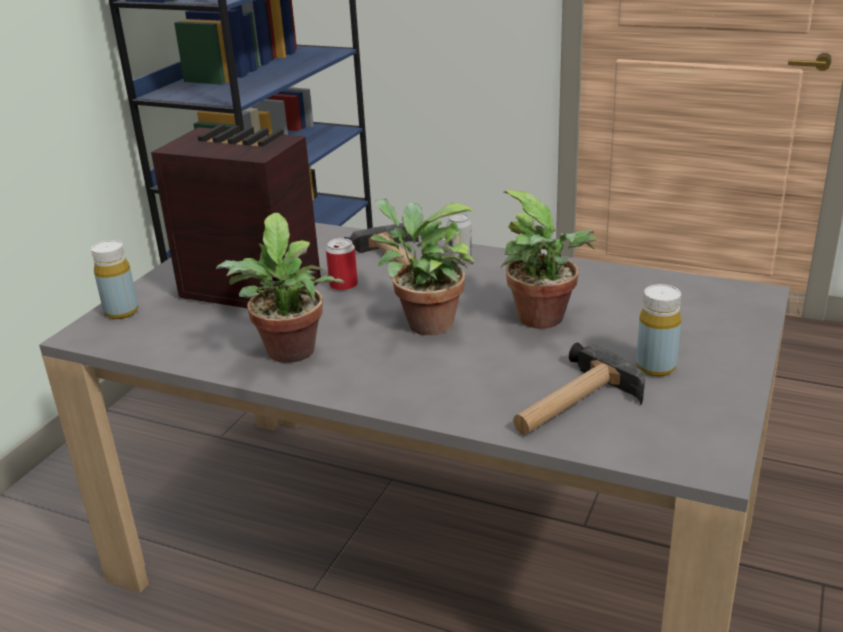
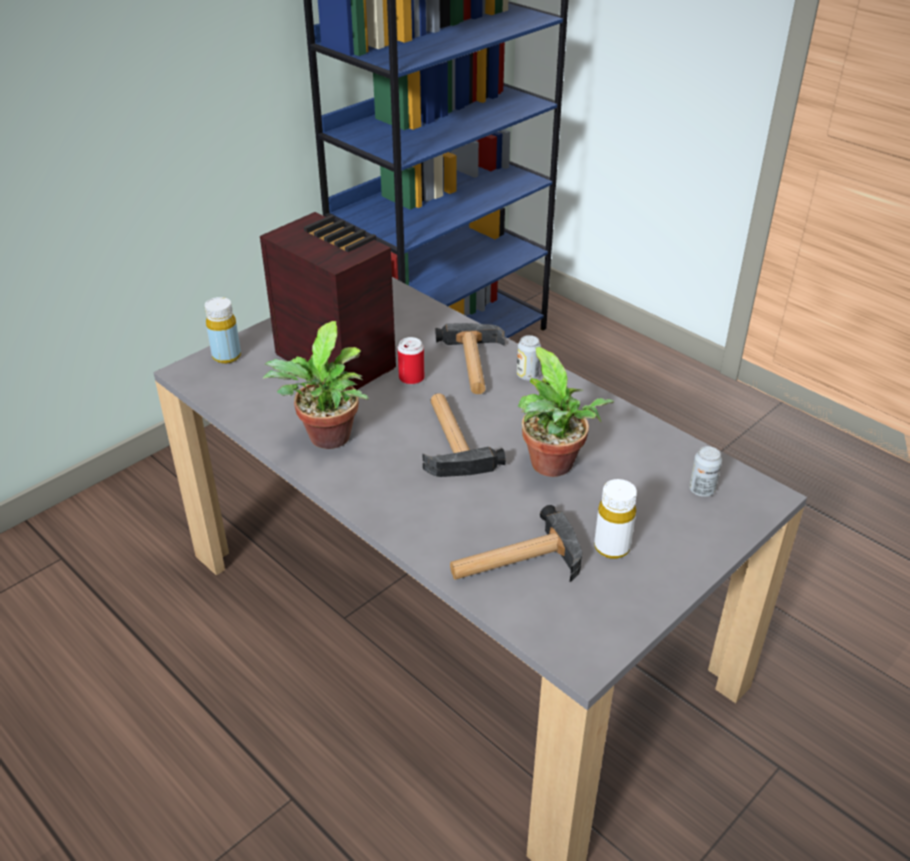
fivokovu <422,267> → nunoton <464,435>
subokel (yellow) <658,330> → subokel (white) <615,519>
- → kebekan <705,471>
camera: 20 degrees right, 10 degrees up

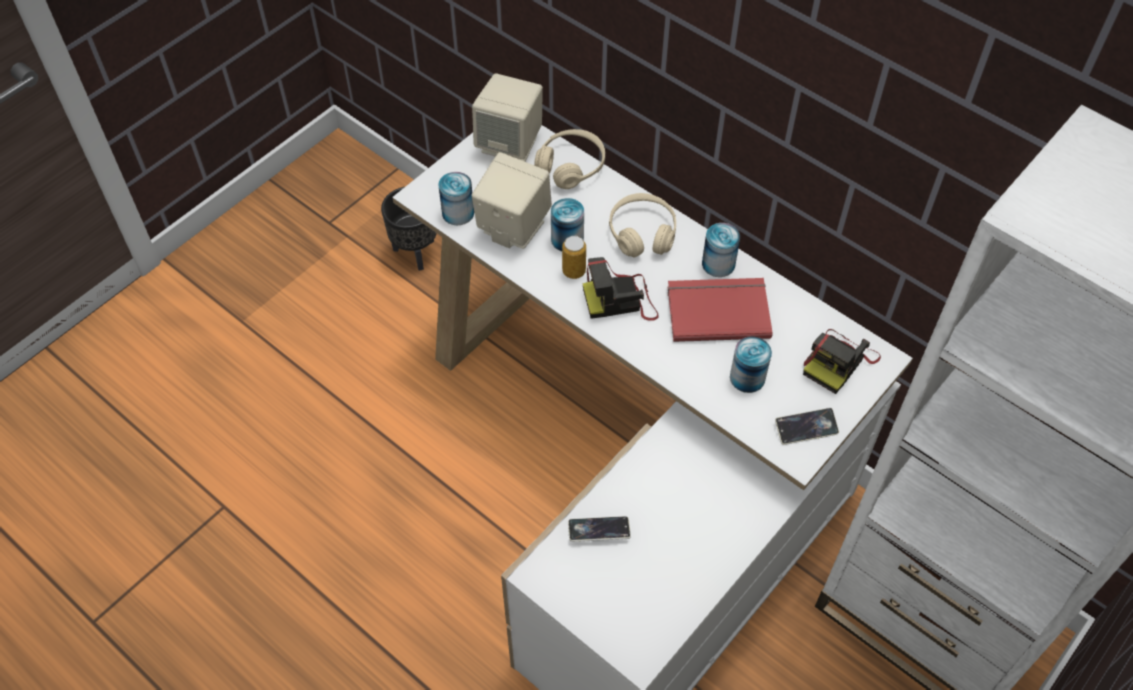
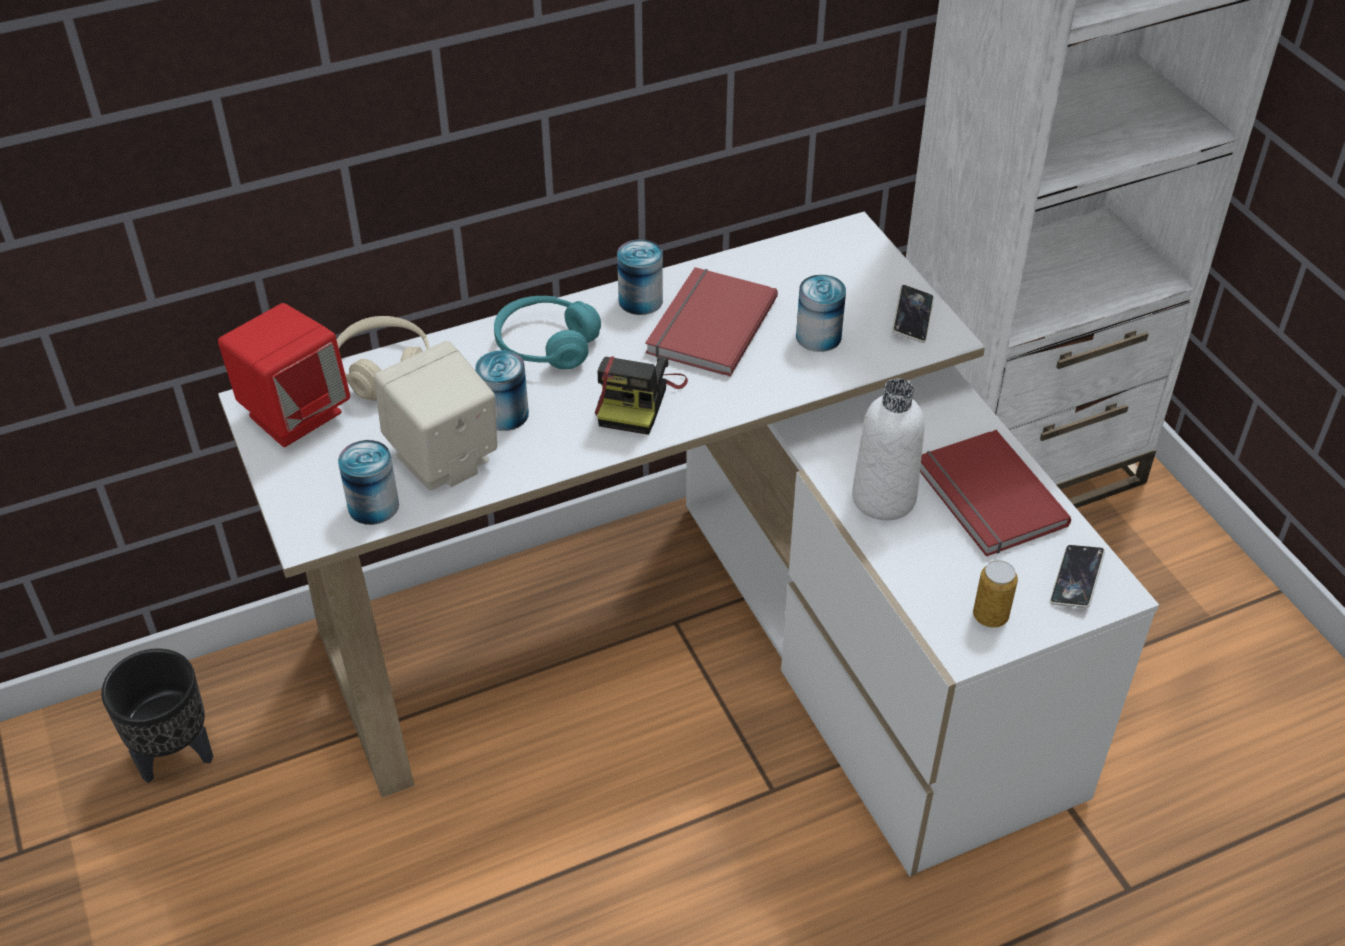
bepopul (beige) <507,117> → bepopul (red) <284,375>
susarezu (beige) <642,225> → susarezu (turquoise) <547,332>
- → subokel (white) <888,449>
- → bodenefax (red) <995,493>
kebekan <574,257> → kebekan <995,594>, moved
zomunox <599,529> → zomunox <1077,576>, moved
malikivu <842,361> → -
camera: 65 degrees left, 10 degrees down

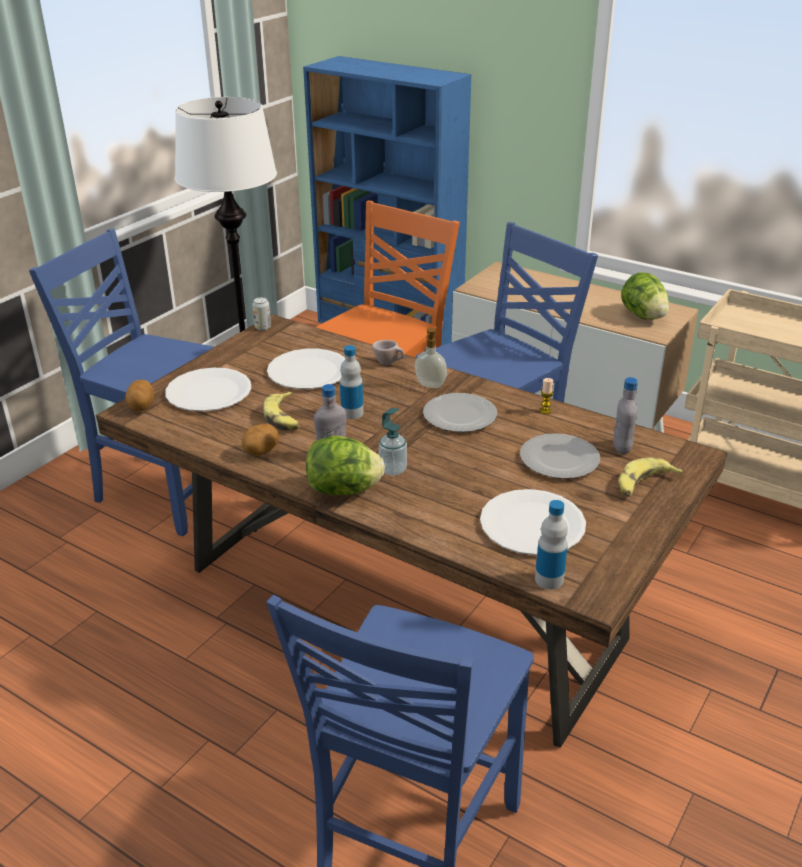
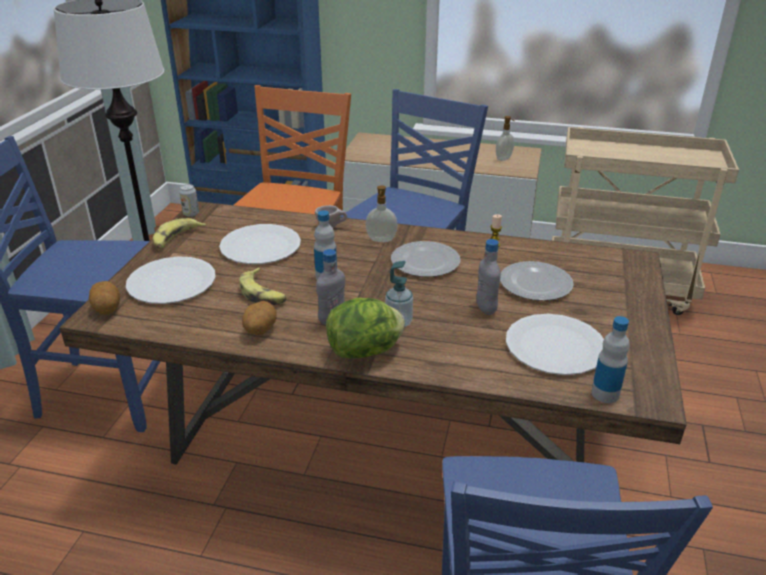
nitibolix <650,477> → nitibolix <179,233>, moved
subokel (grey) <625,415> → subokel (grey) <488,277>, moved
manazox <645,296> → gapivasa <505,138>
camera: 20 degrees left, 0 degrees up

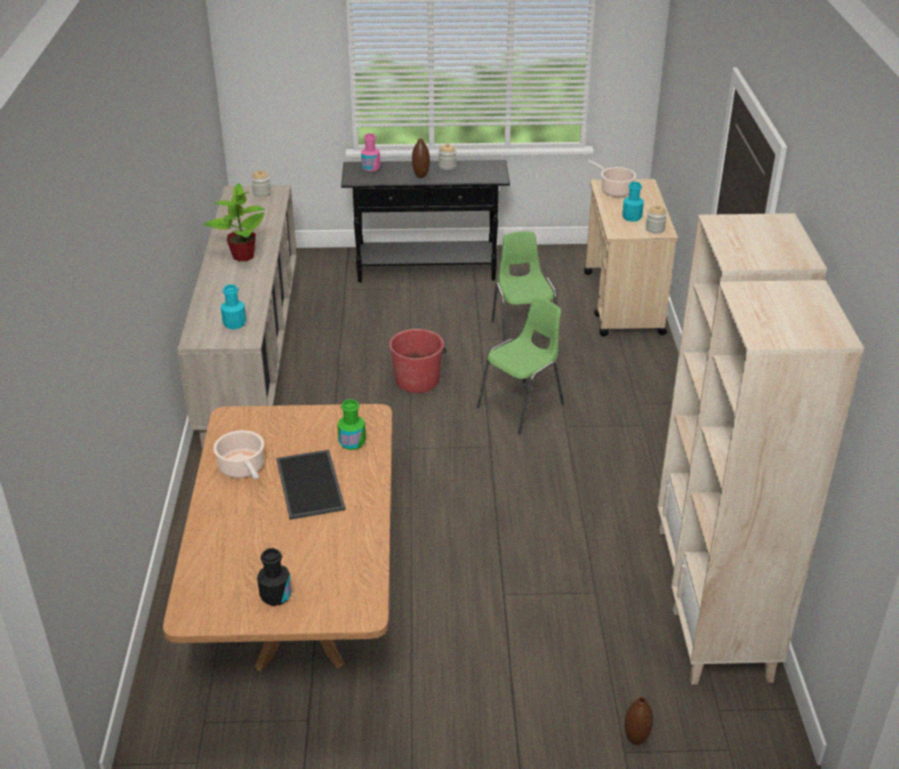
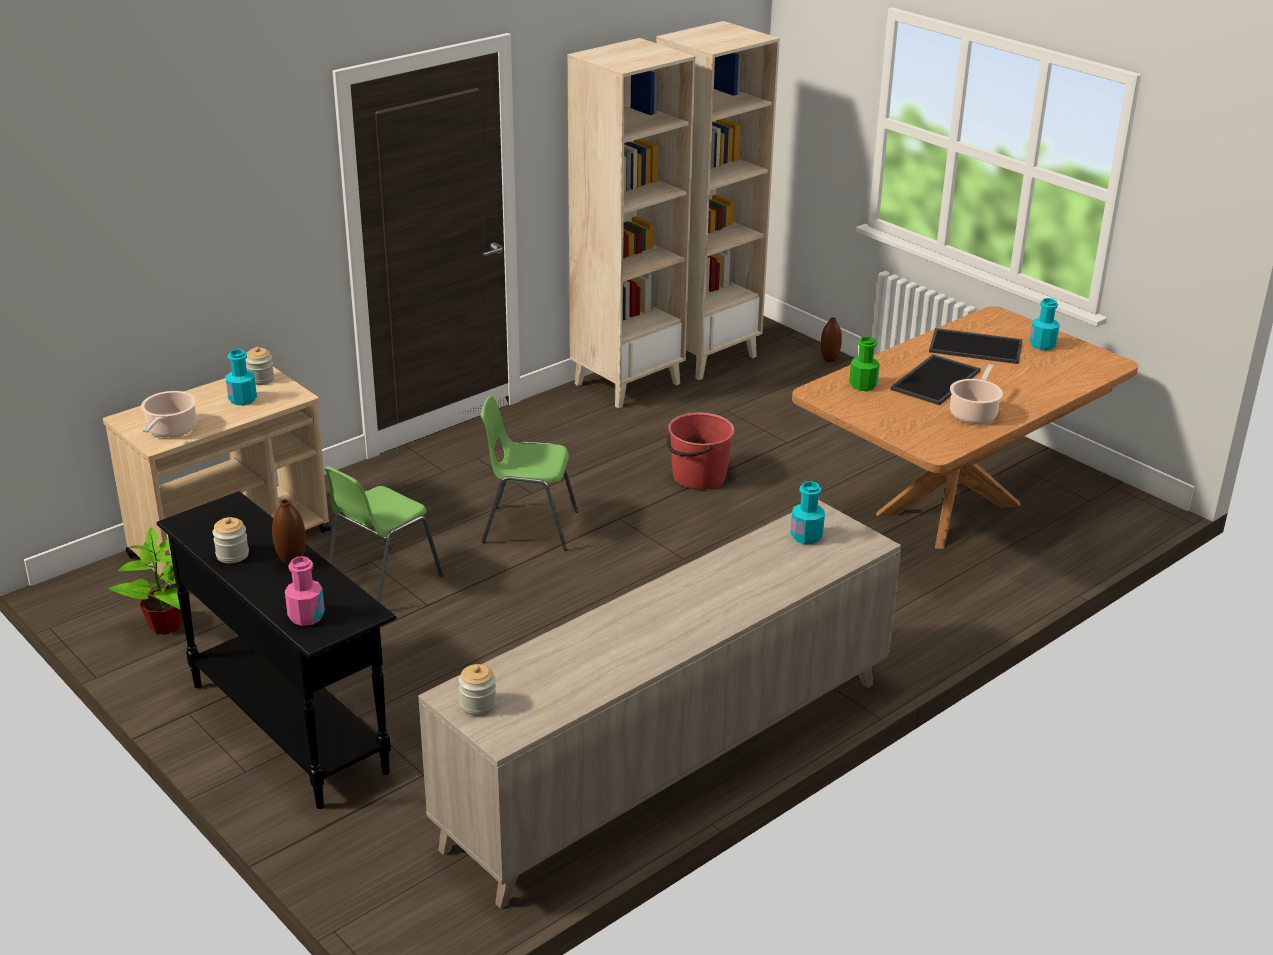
fivokovu <234,222> → fivokovu <145,580>, moved
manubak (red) <417,361> → manubak (red) <701,451>, moved
- → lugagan <975,346>
subokel (black) <274,577> → subokel (turquoise) <1044,324>
camera: 130 degrees left, 5 degrees down

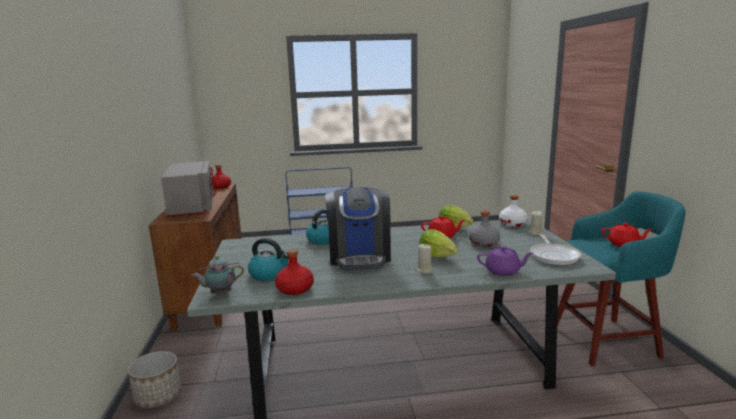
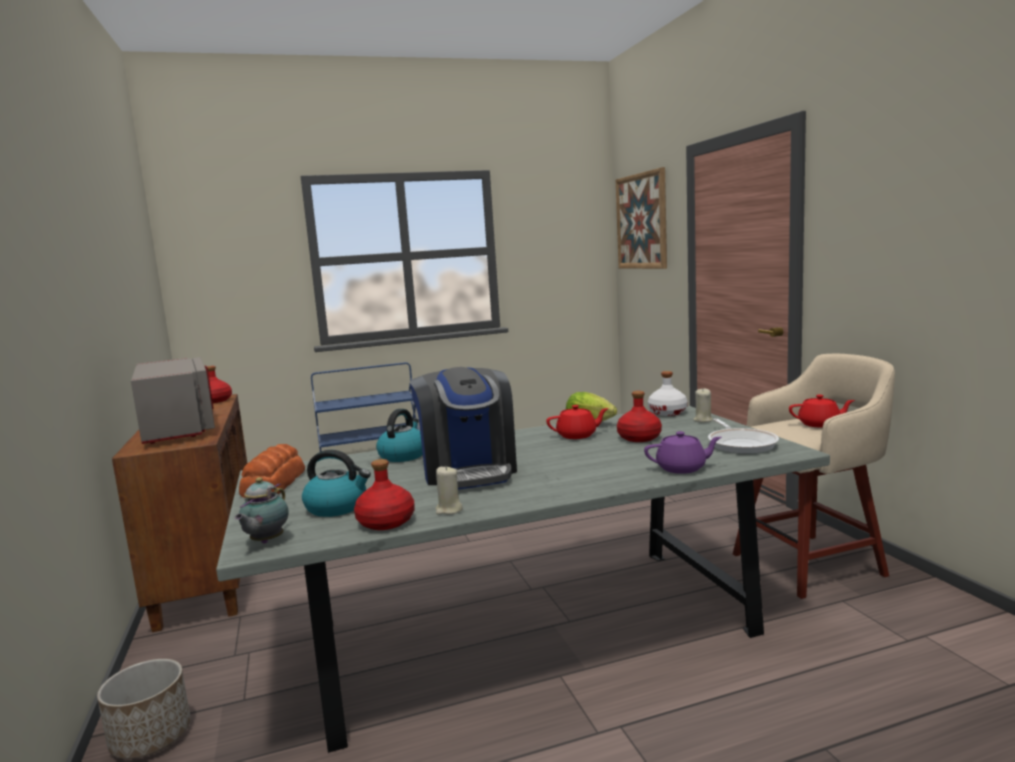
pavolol <217,275> → pavolol <261,510>, 45 degrees counterclockwise
- → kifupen <272,471>
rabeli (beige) <424,259> → rabeli (beige) <449,490>, moved
- → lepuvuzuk <641,218>
subokel (grey) <484,229> → subokel (red) <639,416>
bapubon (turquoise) <621,278> → bapubon (beige) <814,476>
manazox <438,243> → -
camera: 10 degrees left, 5 degrees down

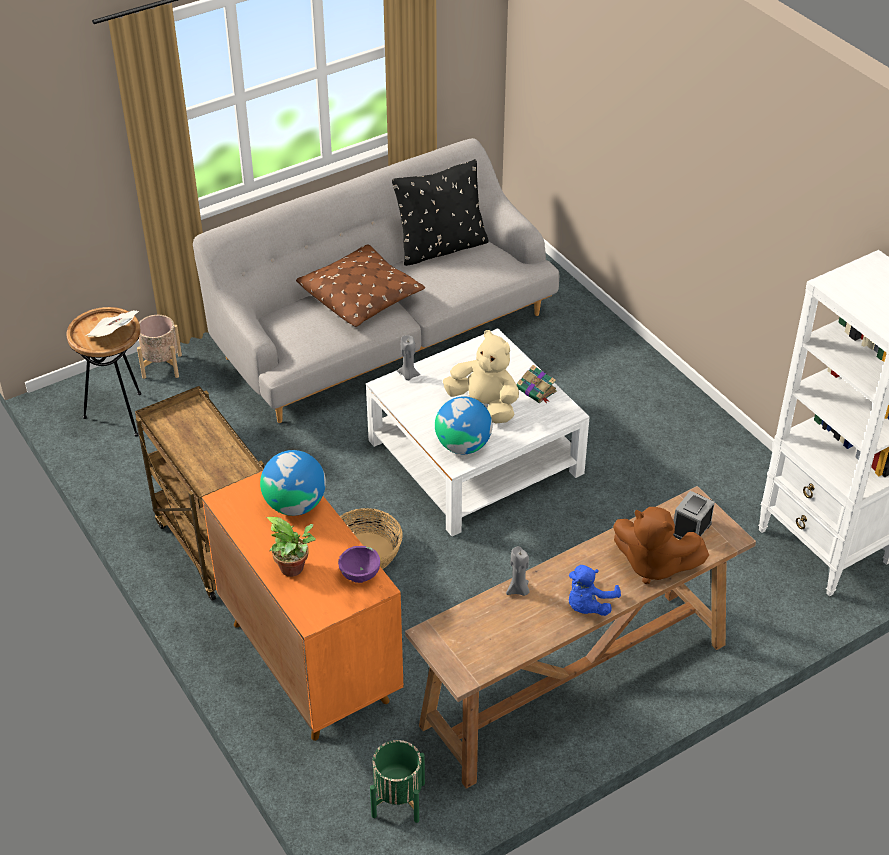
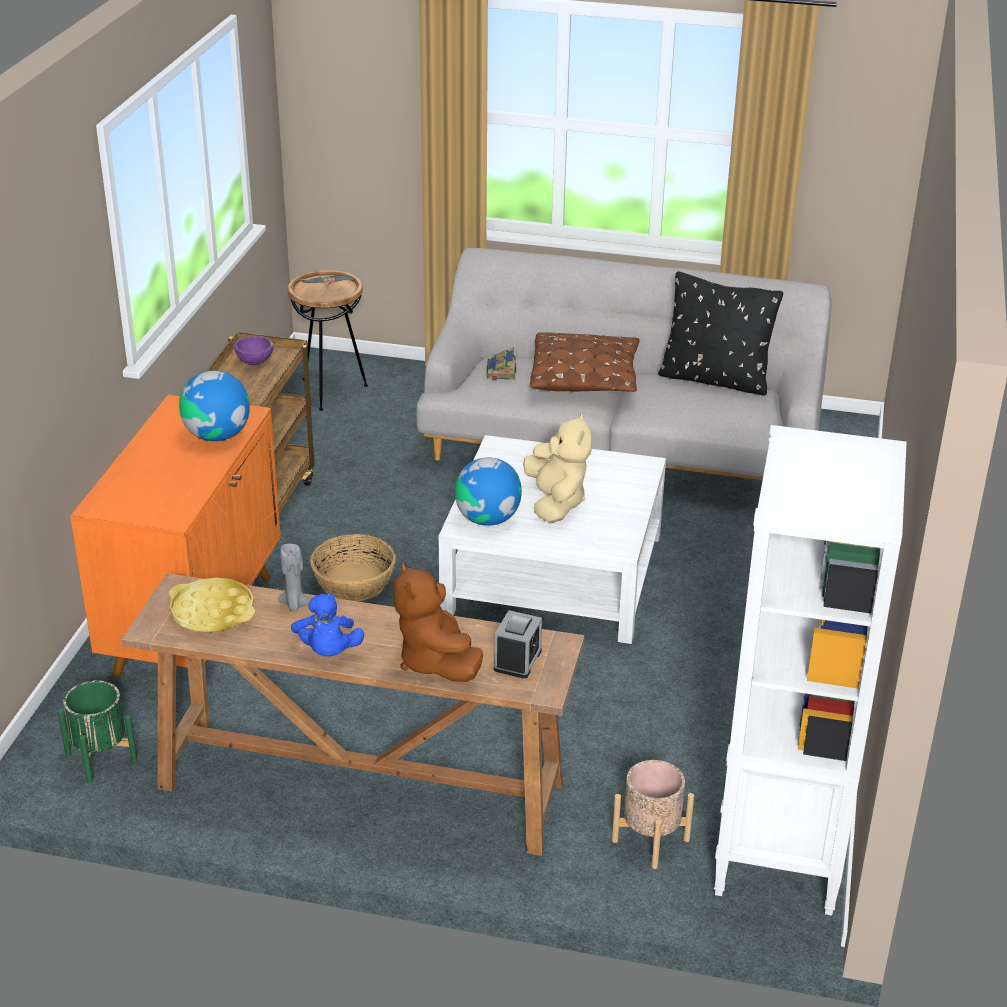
- → lugagan (yellow) <212,605>
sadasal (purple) <359,564> → sadasal (purple) <253,350>, moved
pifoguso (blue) <595,590> → pifoguso (blue) <327,625>, 90 degrees counterclockwise
bodenefax <537,384> → bodenefax <501,364>, moved
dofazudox <694,515> → dofazudox <518,644>, 120 degrees clockwise
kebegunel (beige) <159,347> → kebegunel (beige) <653,814>, moved
fivokovu <291,547> → -
rabeli (grey) <408,357> → -
camera: 45 degrees right, 10 degrees down

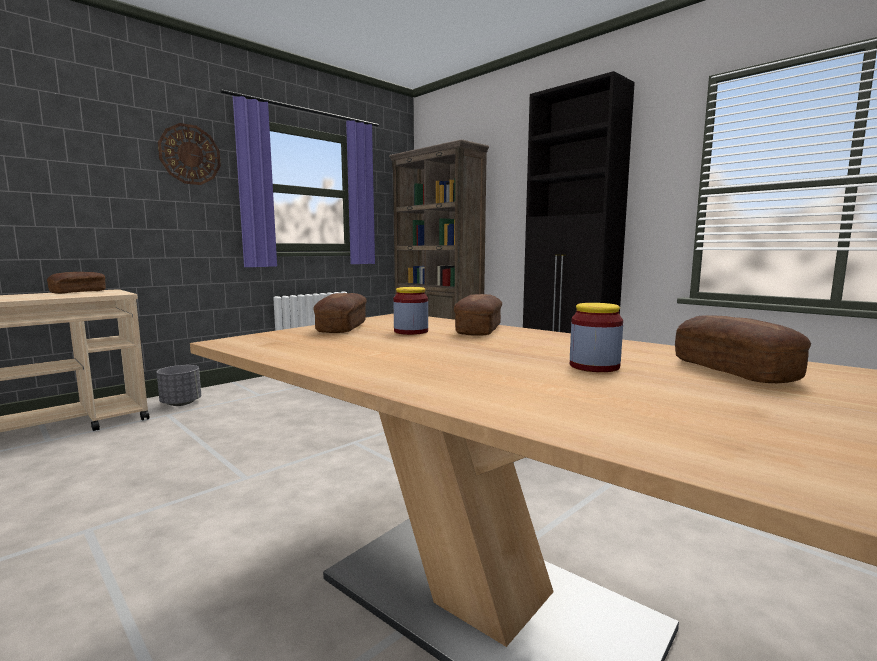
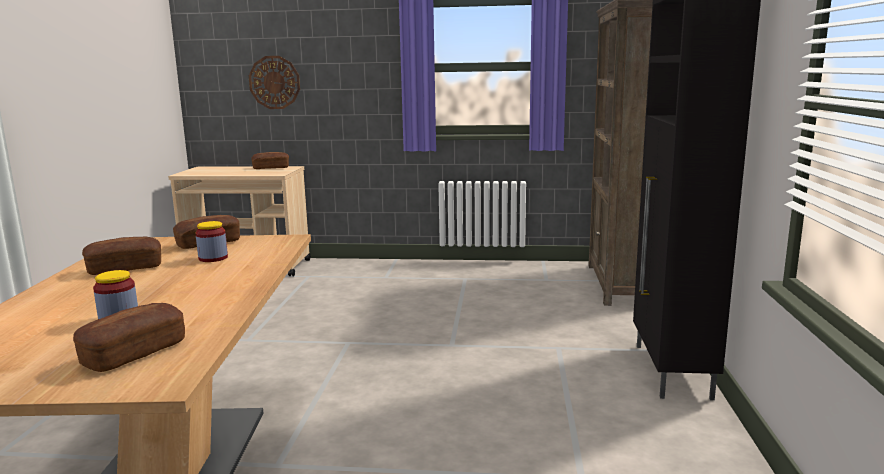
kifupen <478,315> → kifupen <121,255>, moved
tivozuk <189,154> → tivozuk <274,82>, moved
kebegunel (grey) <179,385> → -
camera: 50 degrees right, 5 degrees up

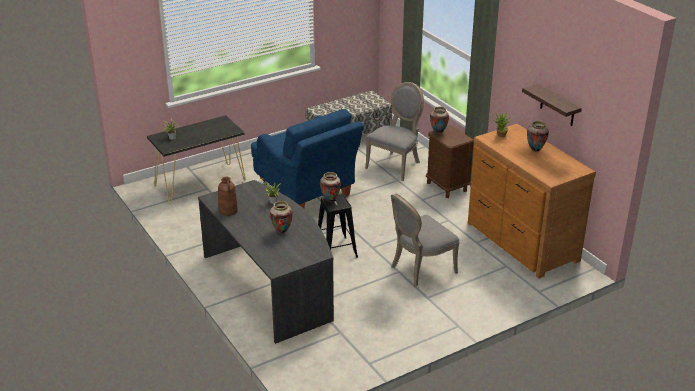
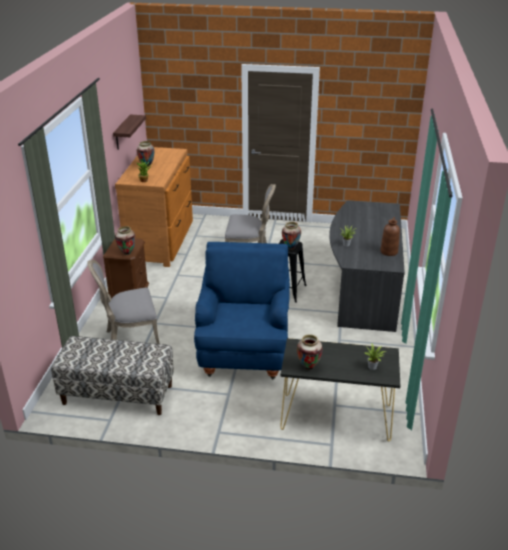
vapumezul <281,217> → vapumezul <310,352>, moved
camera: 140 degrees left, 0 degrees up

